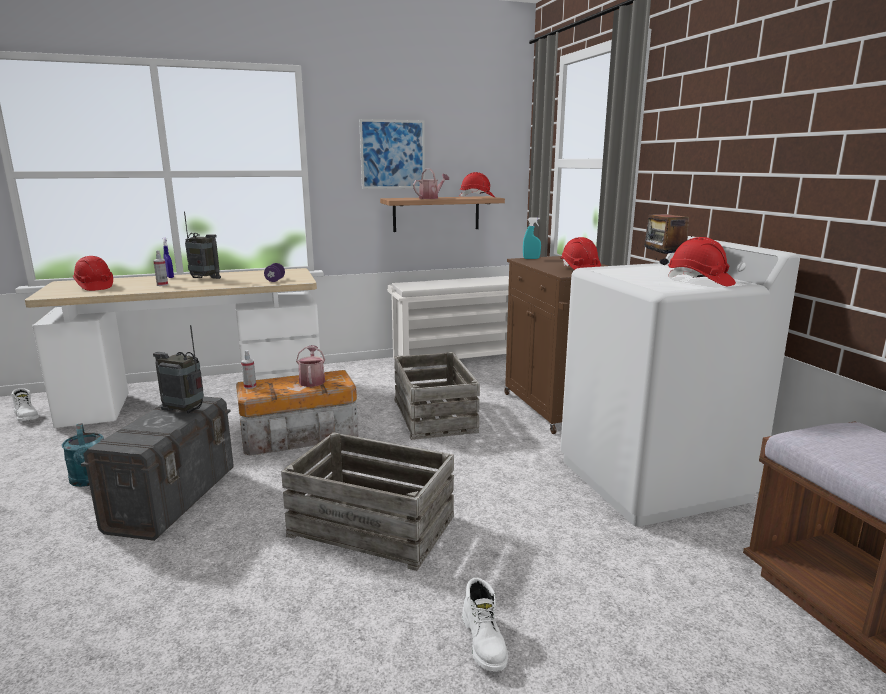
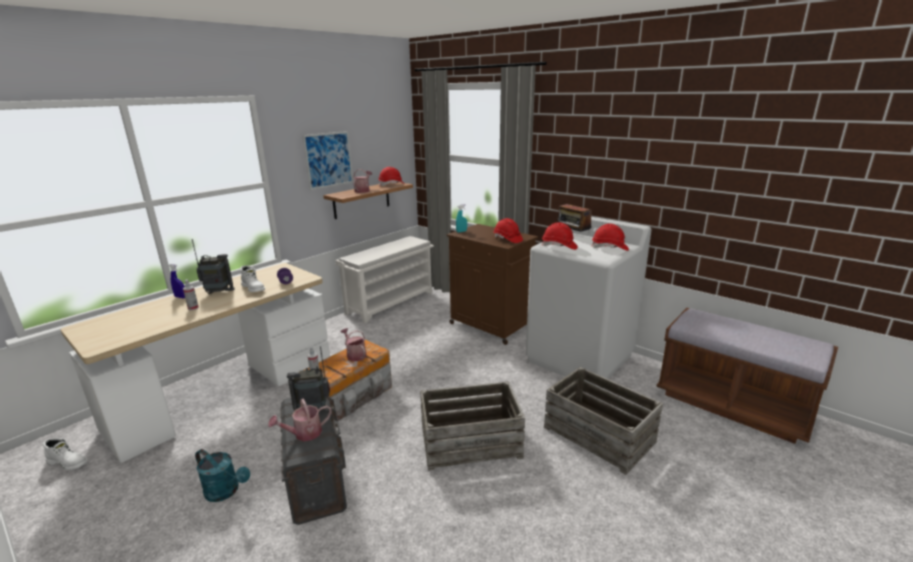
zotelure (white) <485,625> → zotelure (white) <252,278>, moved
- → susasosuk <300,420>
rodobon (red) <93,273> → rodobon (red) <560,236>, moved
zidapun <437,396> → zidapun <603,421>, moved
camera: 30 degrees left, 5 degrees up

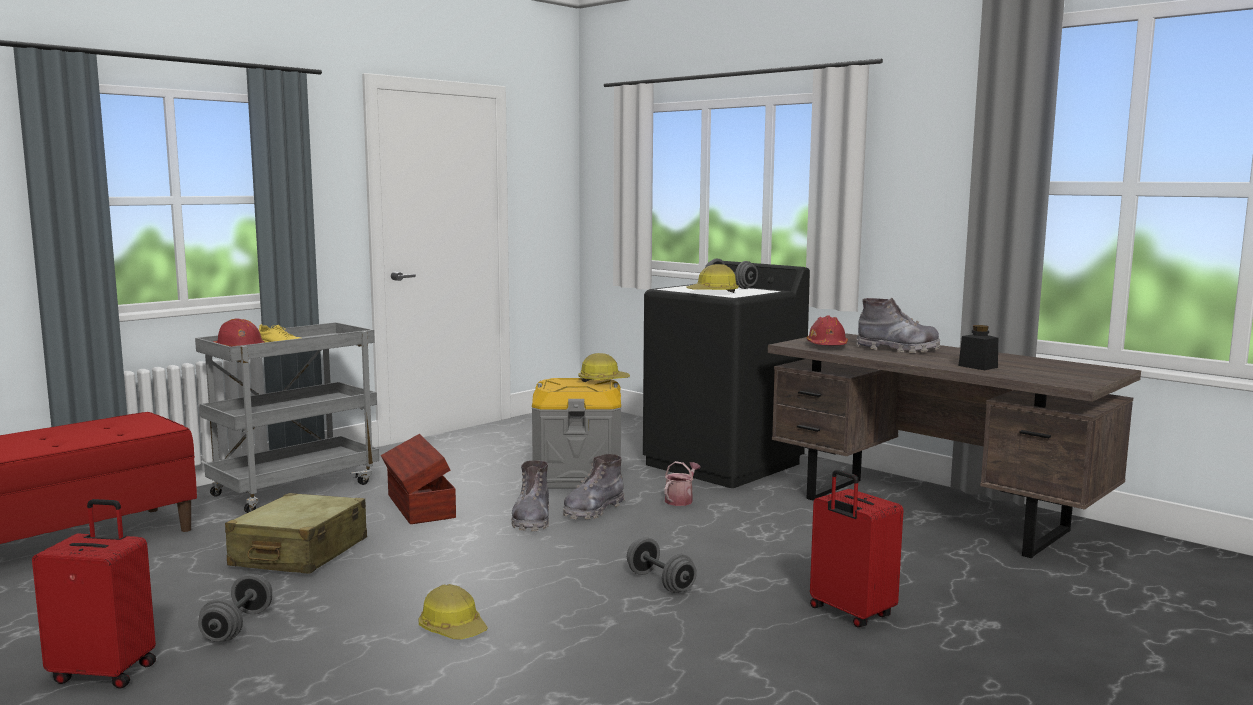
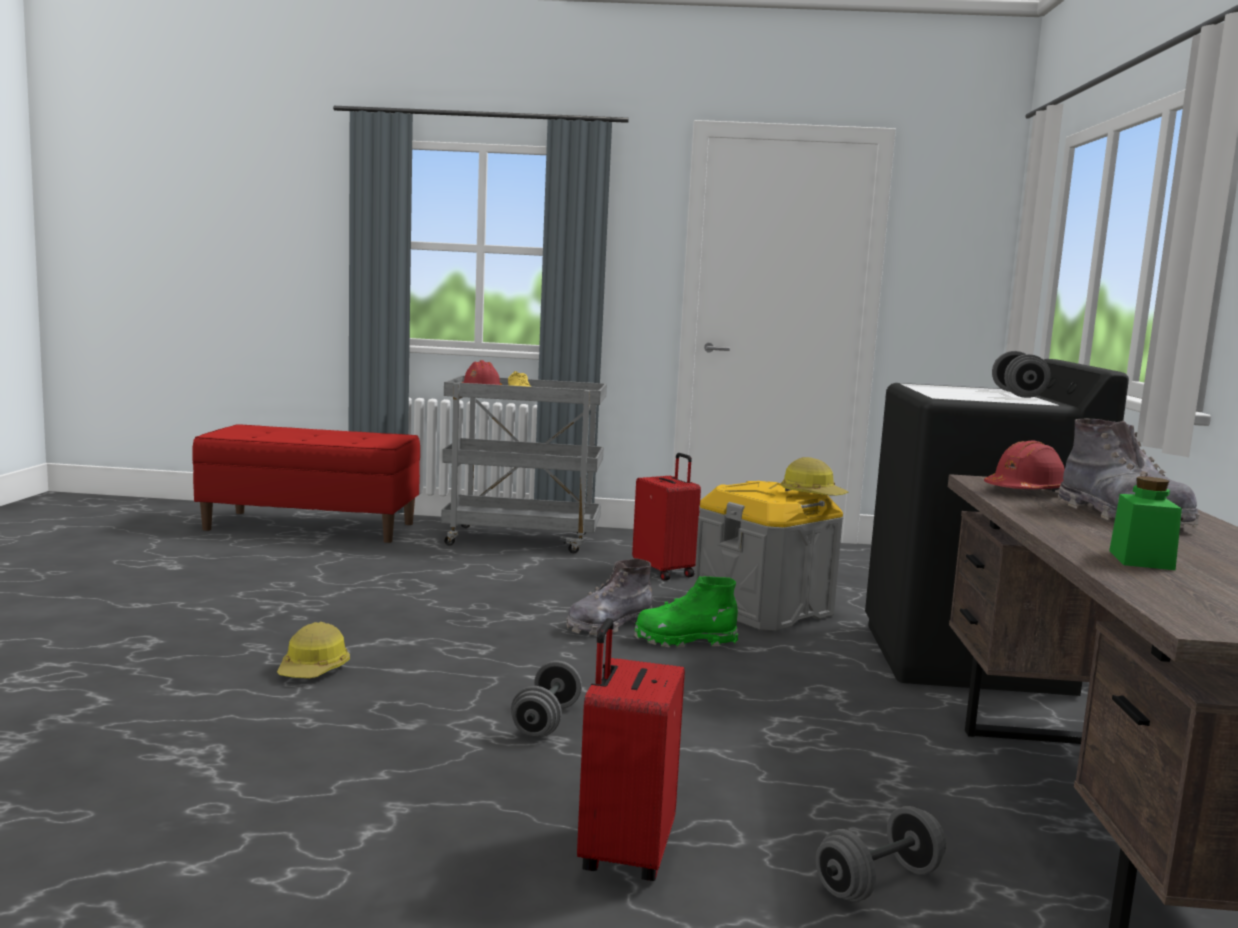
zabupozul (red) <94,594> → zabupozul (red) <666,517>, moved
zotelure (grey) <594,487> → zotelure (green) <686,612>
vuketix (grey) <235,608> → vuketix (grey) <881,854>, moved
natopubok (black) <978,347> → natopubok (green) <1145,523>
zabupozul (beige) <296,533> → -
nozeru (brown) <418,479> → -
susasosuk <682,483> → -
rodobon <712,278> → -
camera: 50 degrees right, 0 degrees up

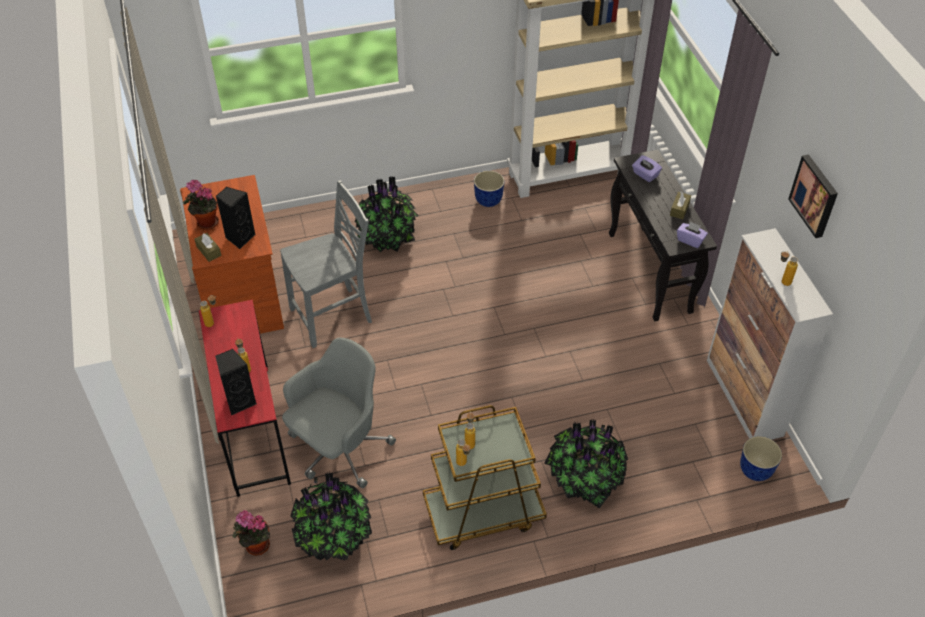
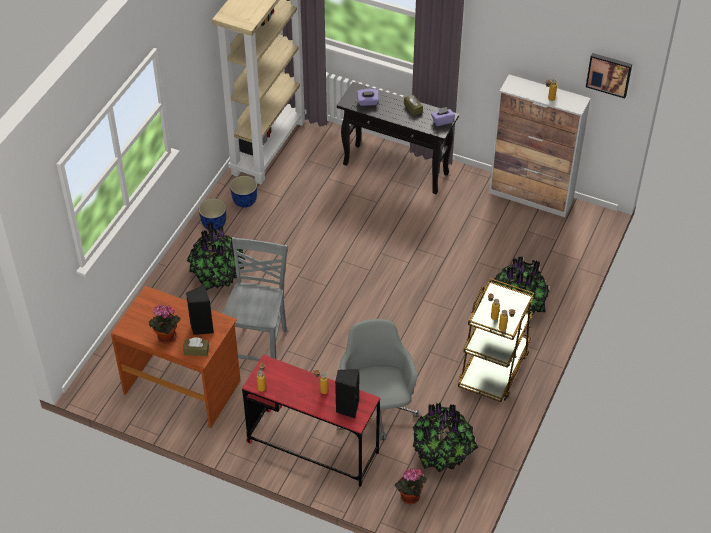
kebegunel <761,458> → kebegunel <212,214>, moved
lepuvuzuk <813,196> → lepuvuzuk <609,75>, moved
camera: 50 degrees left, 0 degrees up

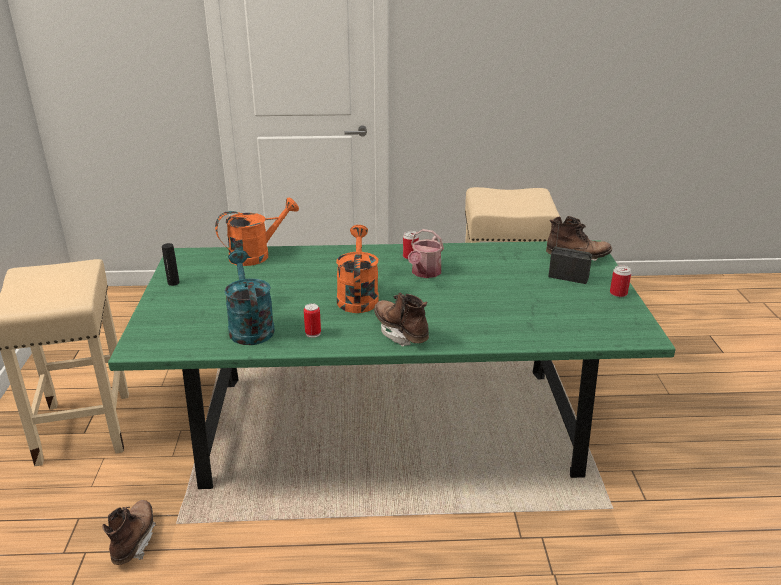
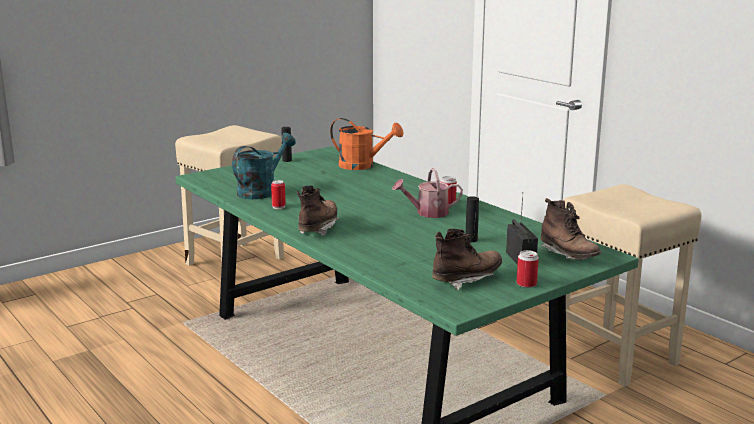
zotelure (brown) <129,532> → zotelure (brown) <467,259>, moved
- → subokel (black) <472,219>
susasosuk (orange) <357,269> → -
camera: 55 degrees right, 10 degrees down

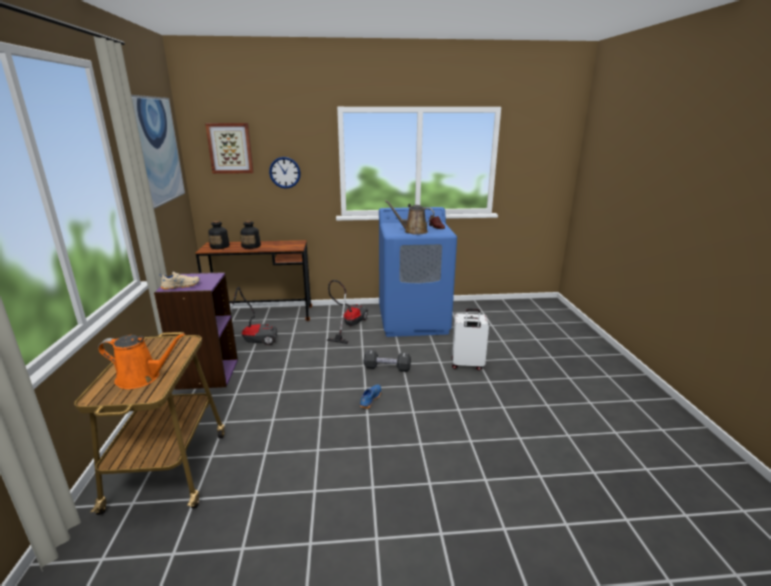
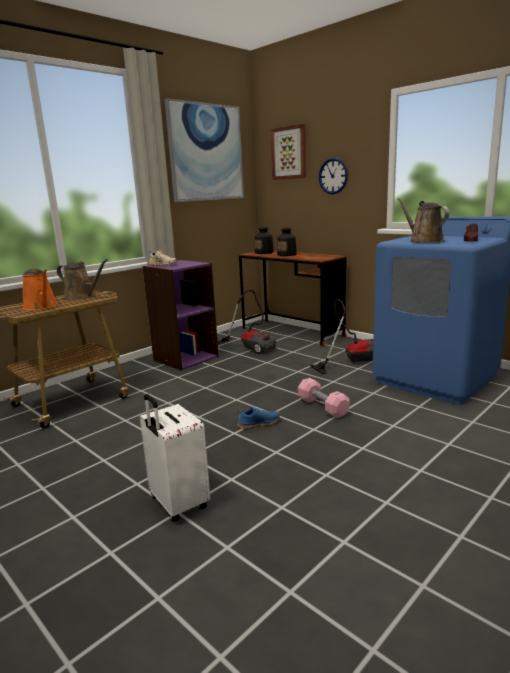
- → susasosuk (brown) <82,280>
zabupozul (white) <470,339> → zabupozul (white) <175,458>, moved
vuketix (black) <387,361> → vuketix (pink) <324,398>
camera: 50 degrees right, 5 degrees down

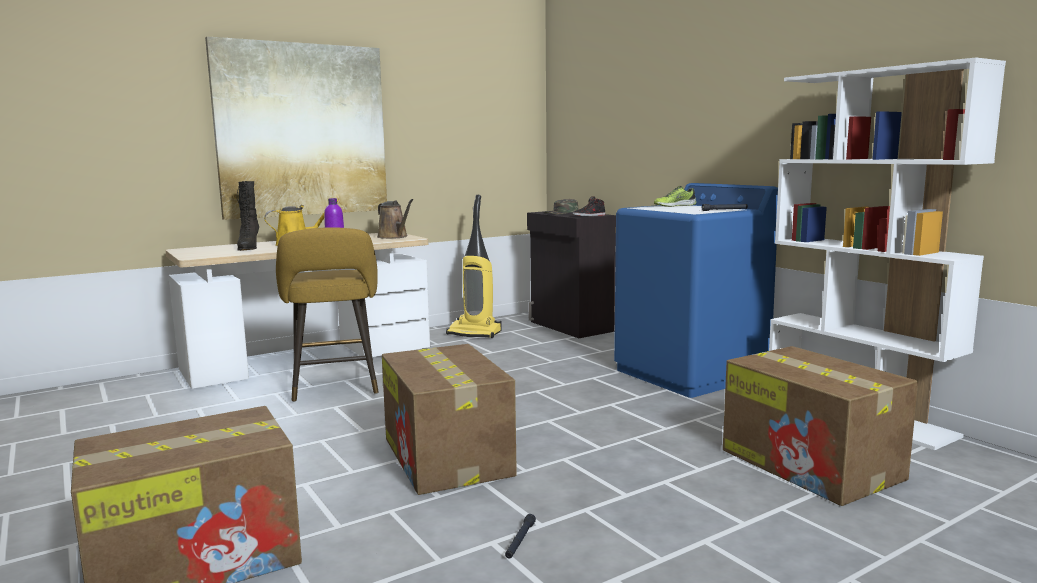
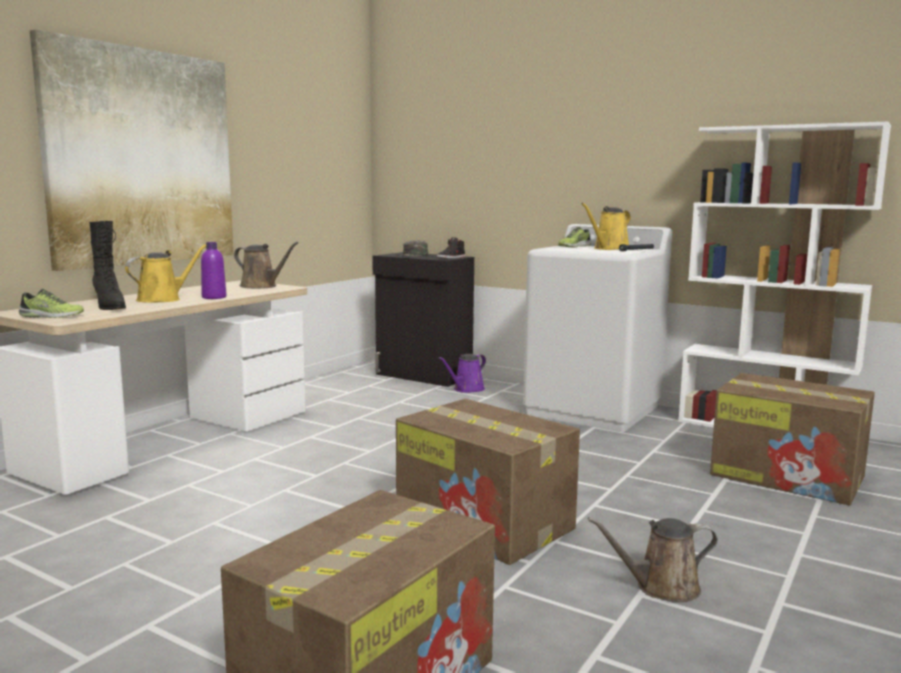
- → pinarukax <51,303>
- → susasosuk (purple) <462,373>
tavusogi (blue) <696,290> → tavusogi (white) <597,328>
- → susasosuk (yellow) <606,226>
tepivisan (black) <520,536> → susasosuk (brown) <653,559>
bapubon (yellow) <327,314> → -
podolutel <474,266> → -
camera: 25 degrees left, 0 degrees up

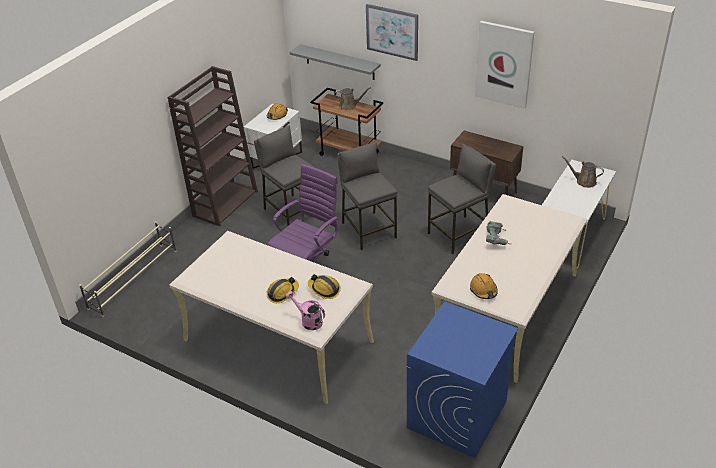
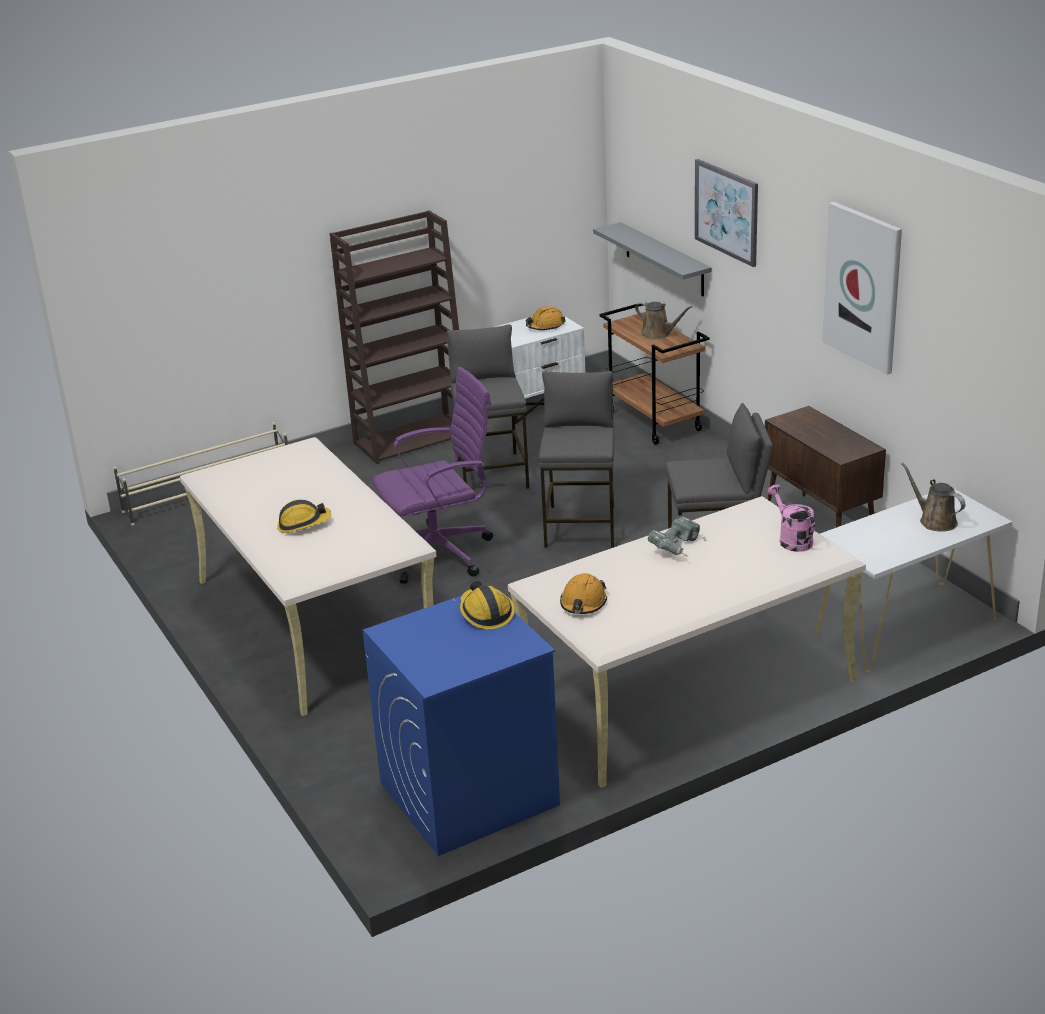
rodobon <324,286> → rodobon <487,605>, moved
susasosuk (pink) <305,310> → susasosuk (pink) <791,518>, moved
camera: 30 degrees right, 10 degrees down

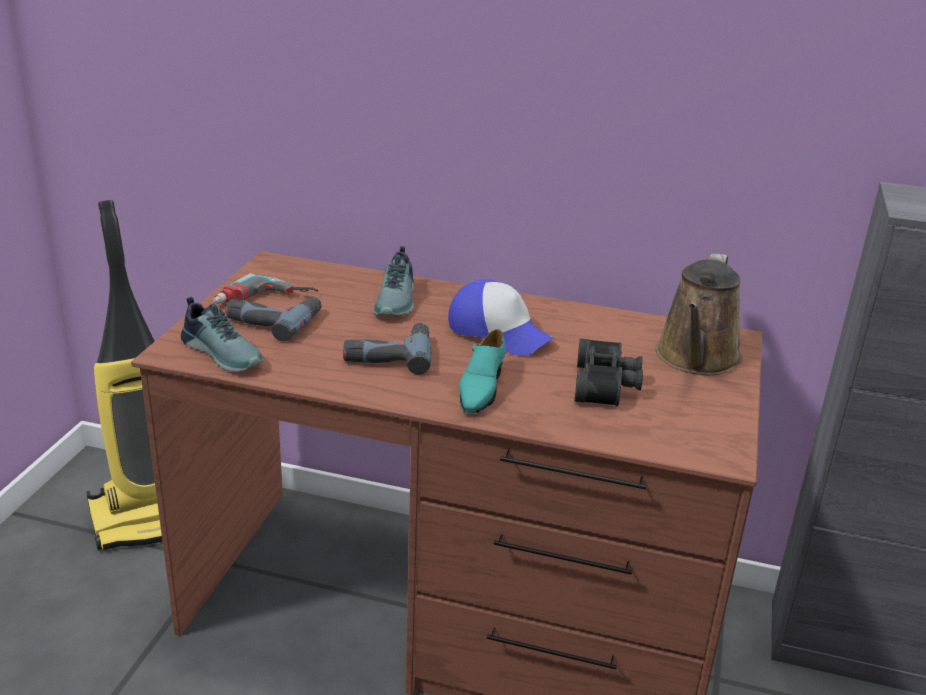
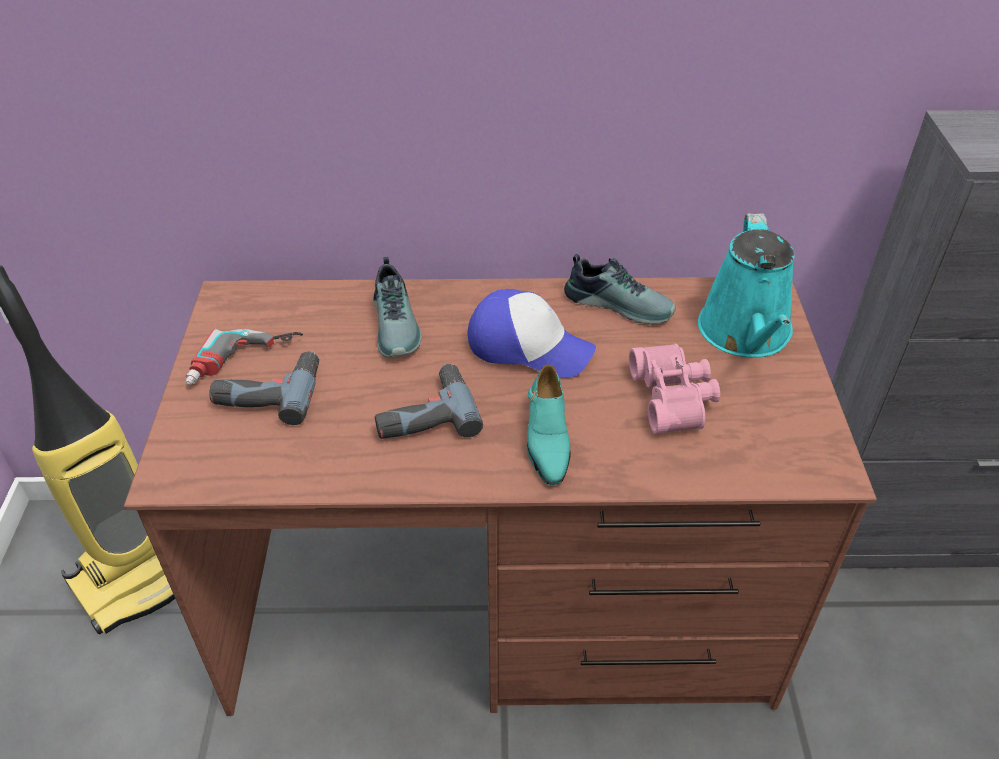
pinarukax <222,334> → pinarukax <620,289>, moved
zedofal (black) <609,372> → zedofal (pink) <674,389>
susasosuk (brown) <699,314> → susasosuk (turquoise) <746,285>
camera: 15 degrees left, 15 degrees up

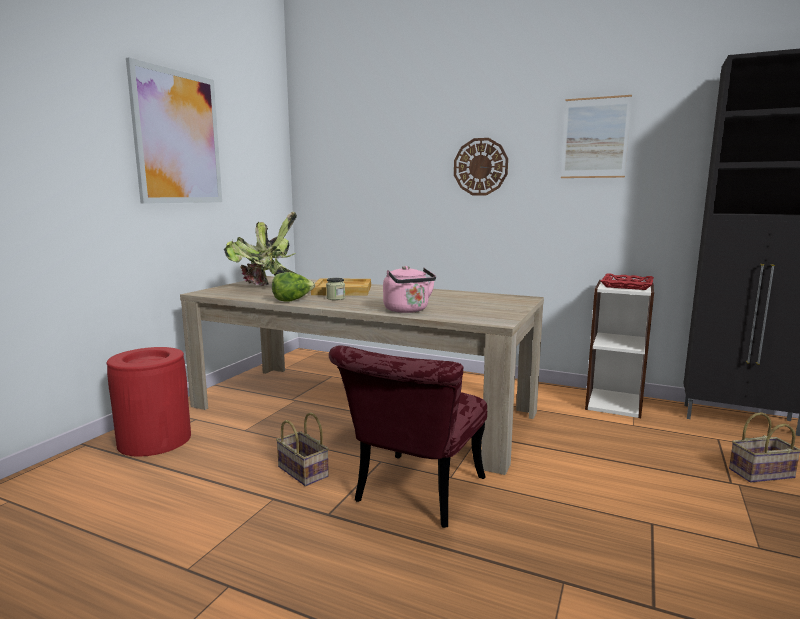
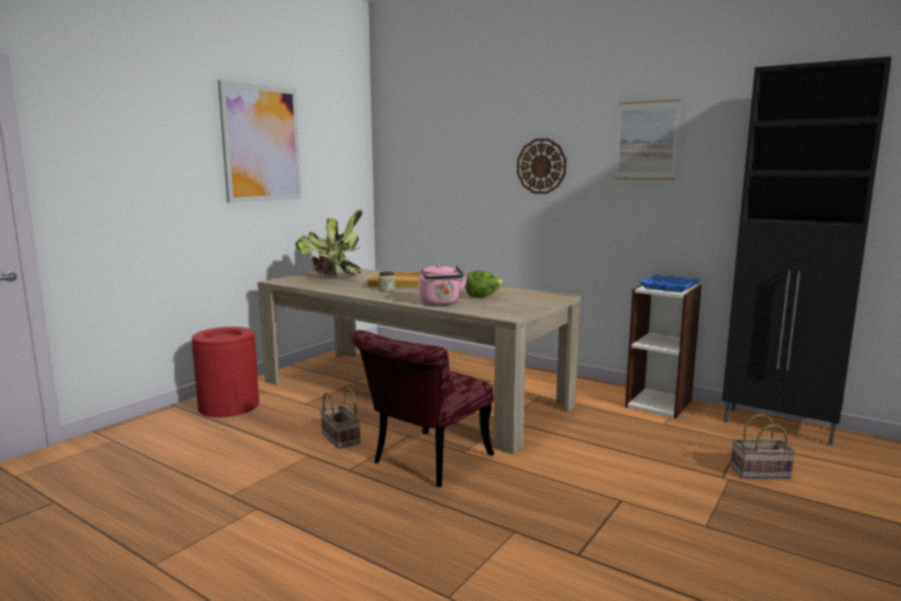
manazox <293,287> → manazox <484,284>, moved
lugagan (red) <627,281> → lugagan (blue) <669,283>
camera: 10 degrees right, 0 degrees up

